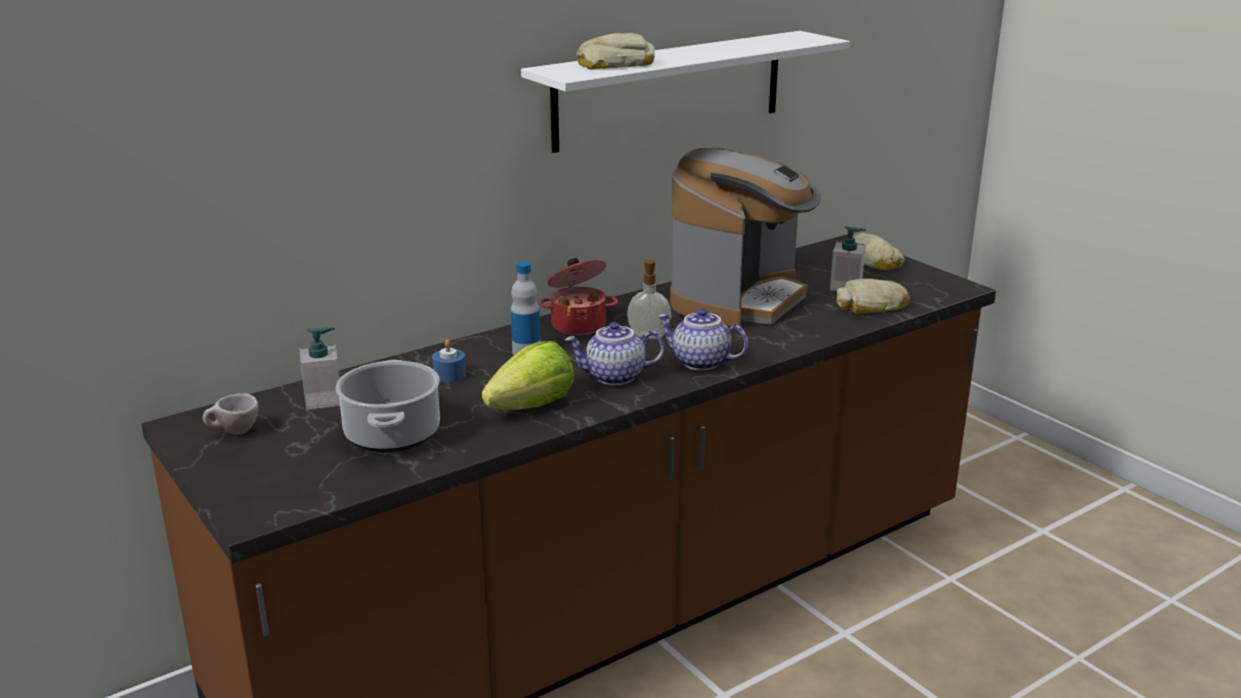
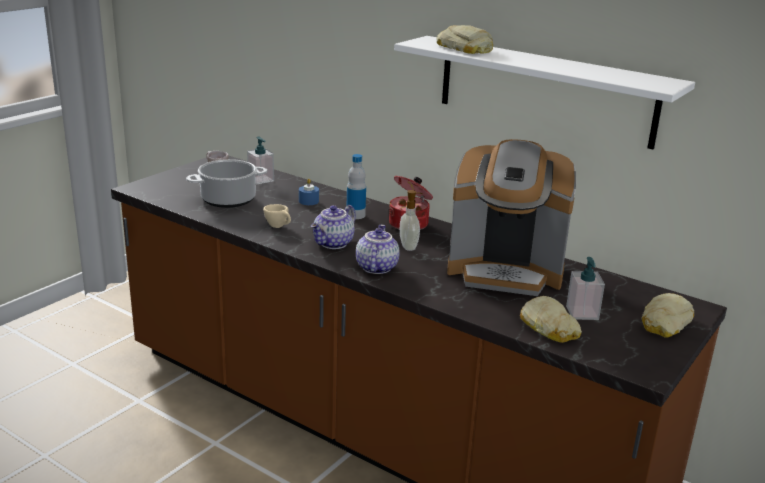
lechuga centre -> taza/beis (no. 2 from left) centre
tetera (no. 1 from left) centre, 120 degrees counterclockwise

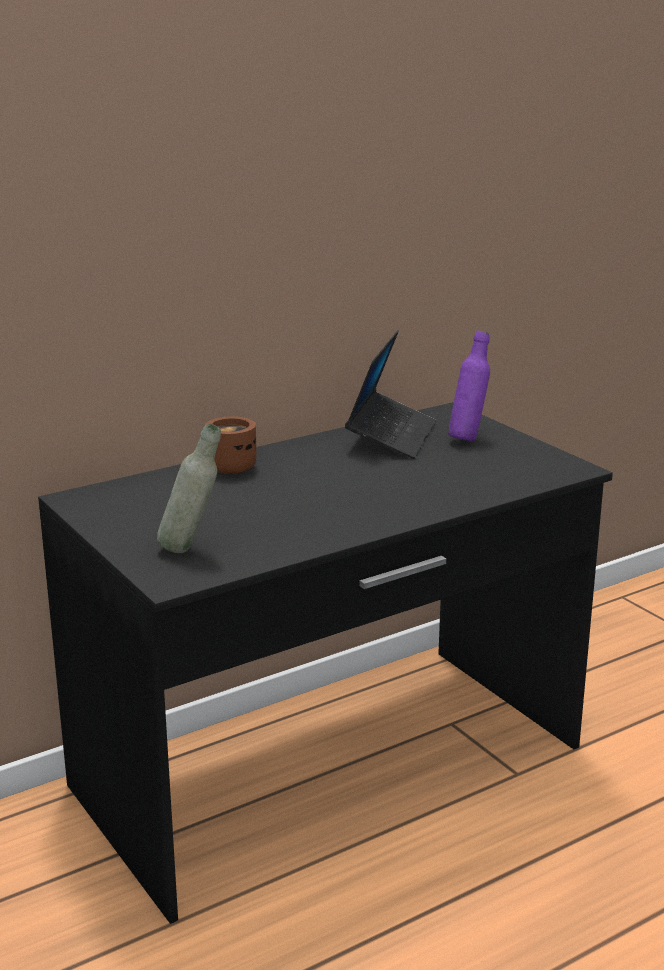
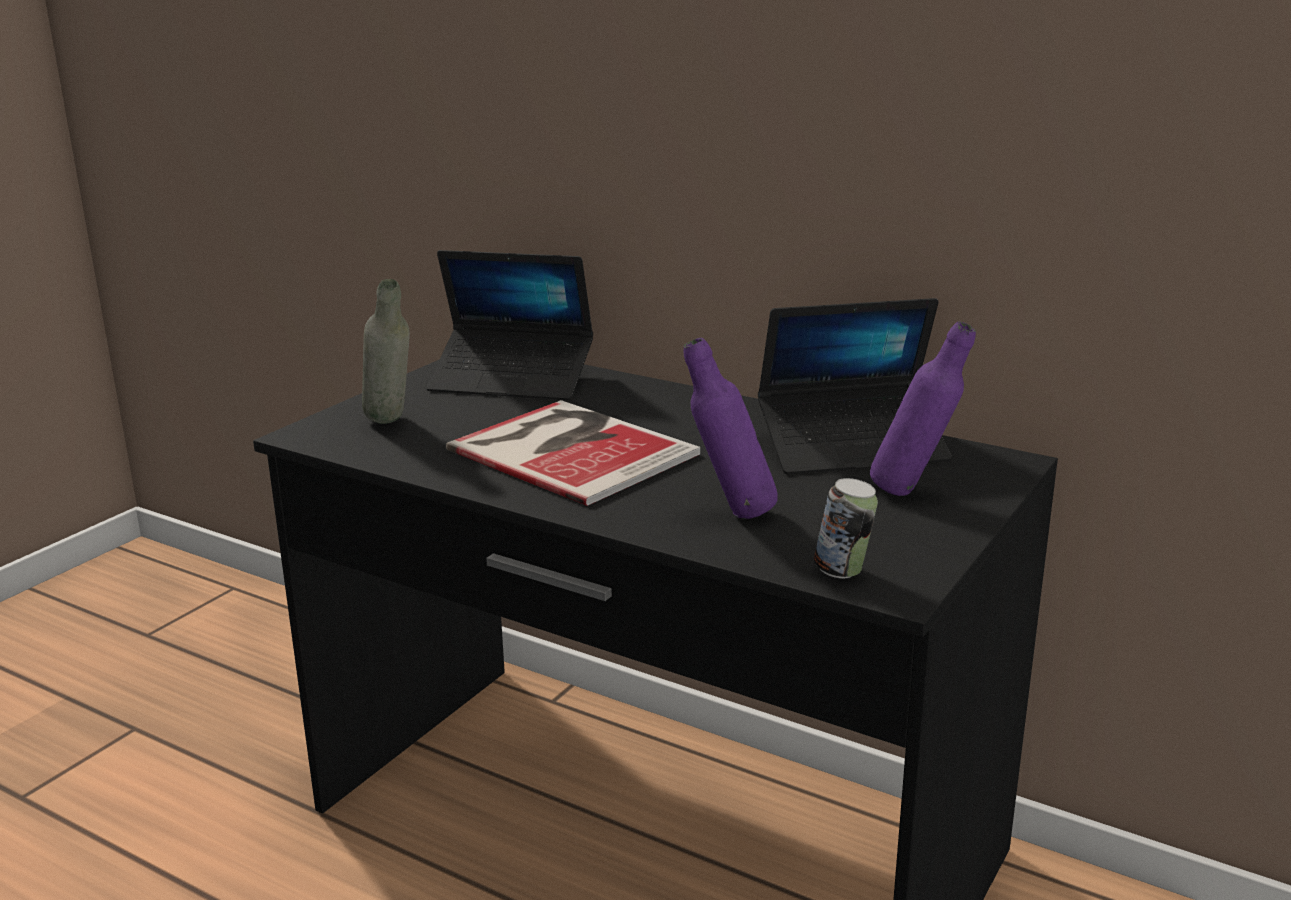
taza grande/marrón centre -> none
none -> portátil (no. 1 from left) centre
none -> libro centre
none -> botella/morado (no. 1 from left) centre
none -> lata centre

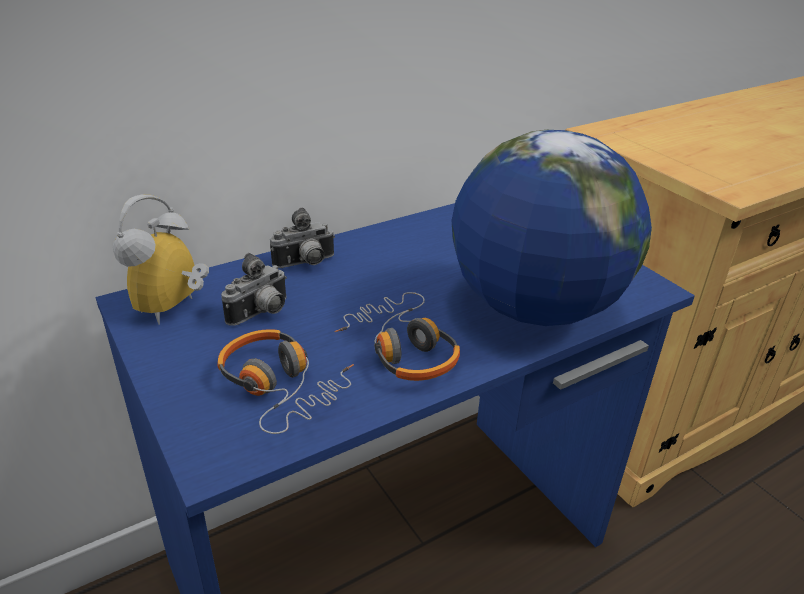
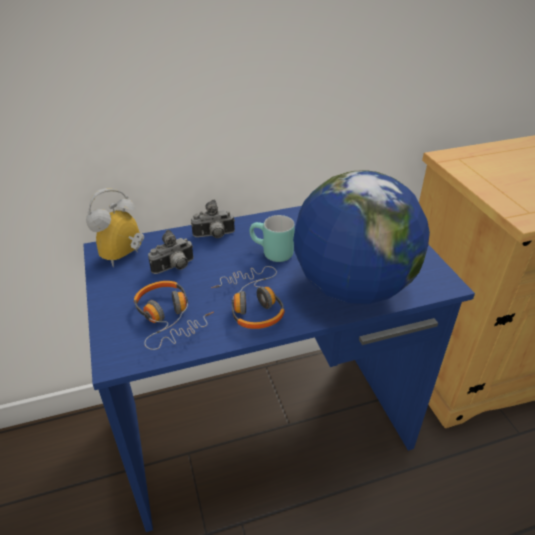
none -> taza grande/turquesa centre

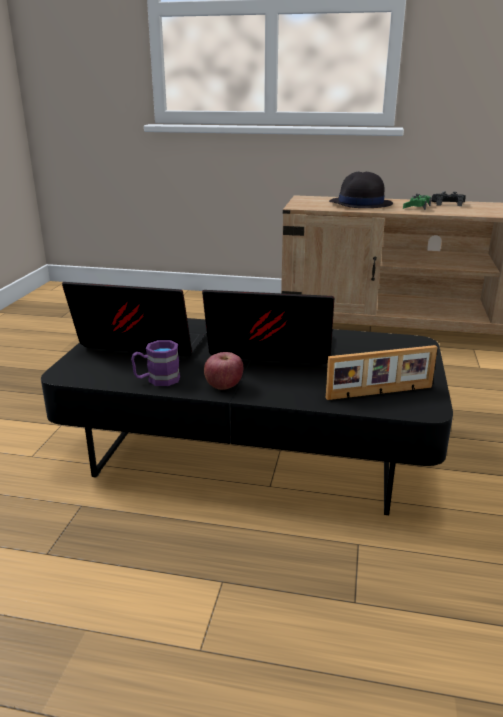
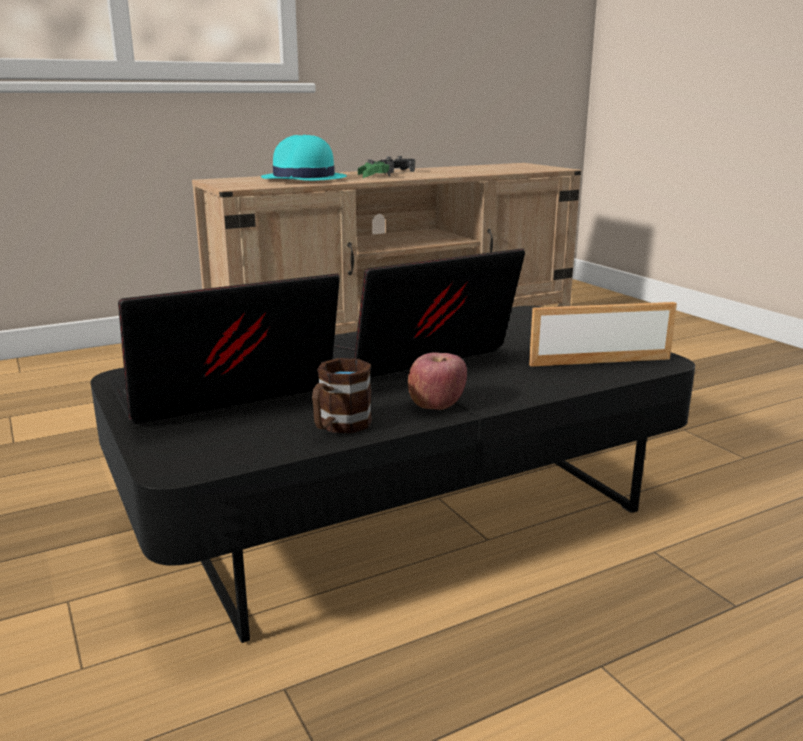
taza grande/morado middle left -> taza grande/marrón centre
portarretratos middle right, 135 degrees counterclockwise
sombrero/negro top right -> sombrero/turquesa top centre

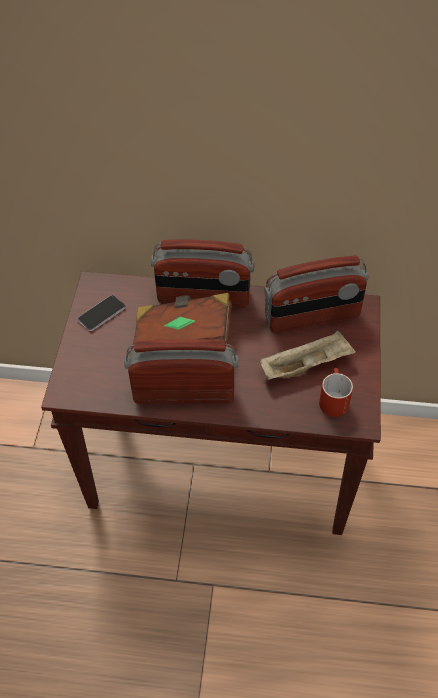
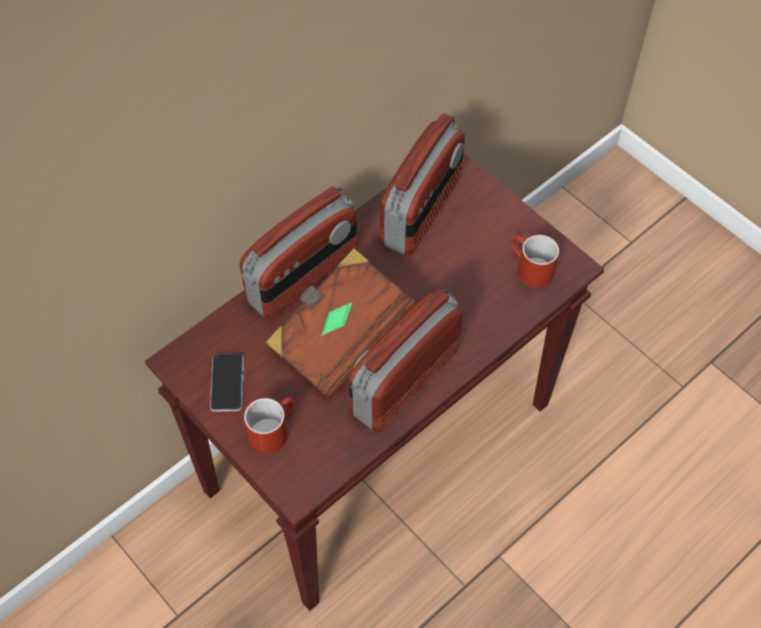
bandeja/beis middle right -> none
none -> taza grande/rojo (no. 1 from left) bottom centre

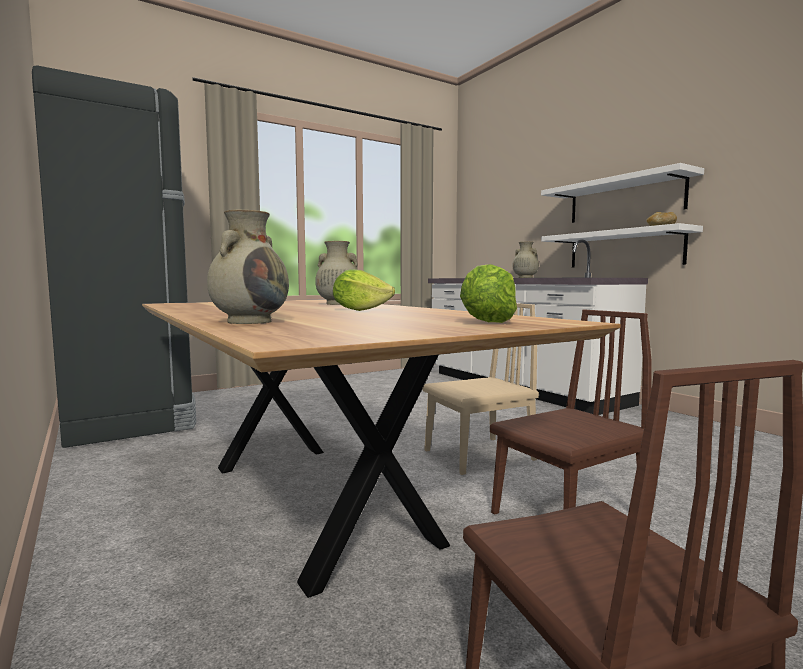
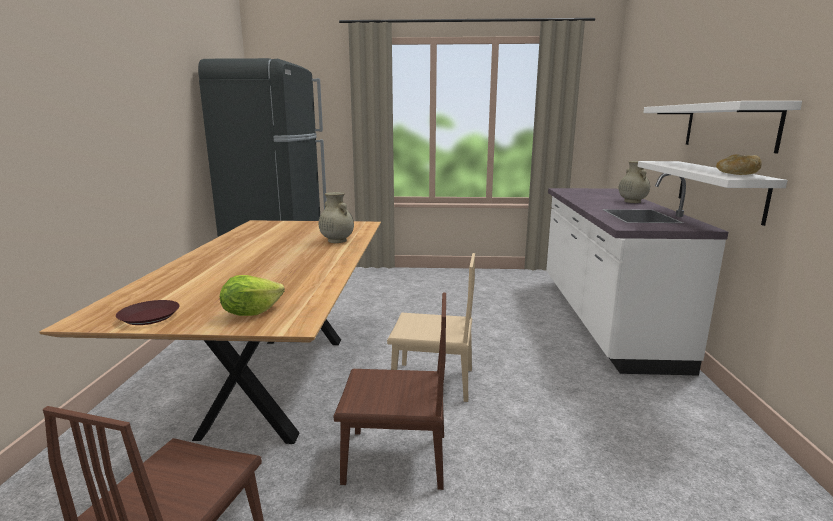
florero/beis (no. 1 from left) middle left -> none
lechuga (no. 1 from left) centre -> none
none -> plato/marrón middle left

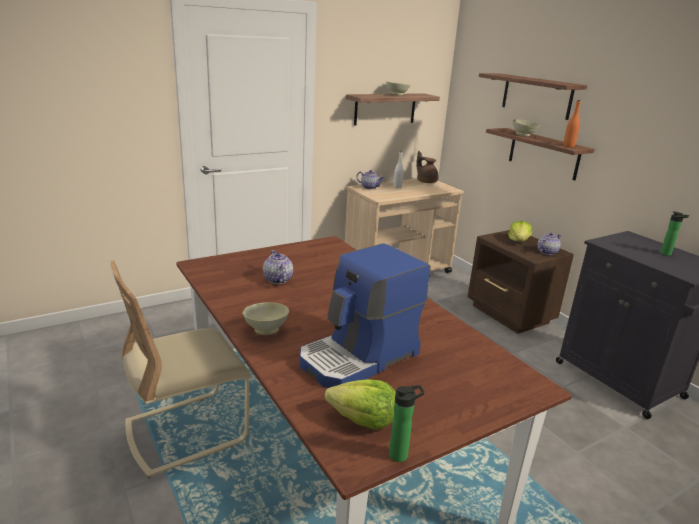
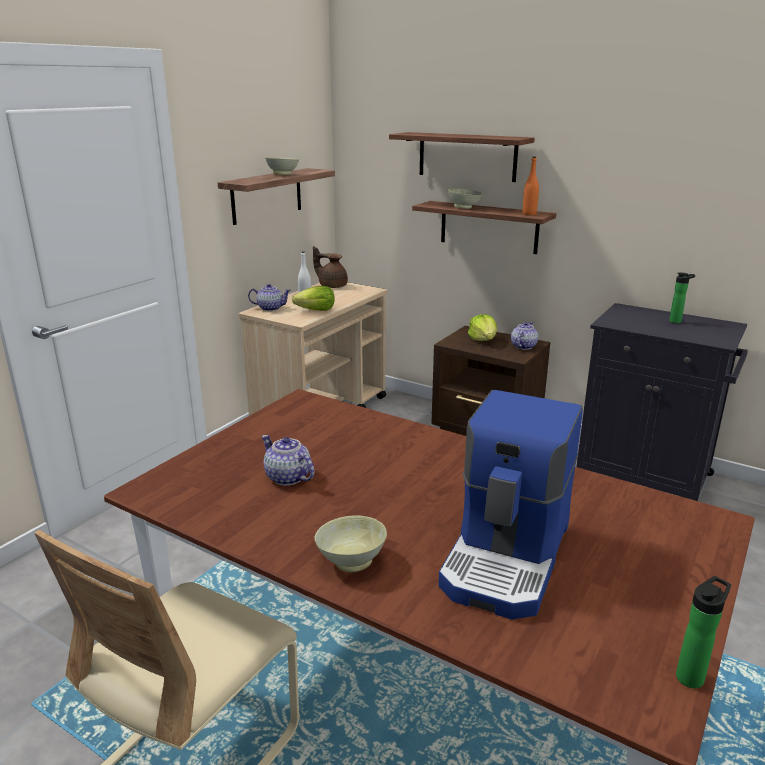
lechuga (no. 1 from left) bottom centre -> lechuga (no. 1 from left) centre, relocated

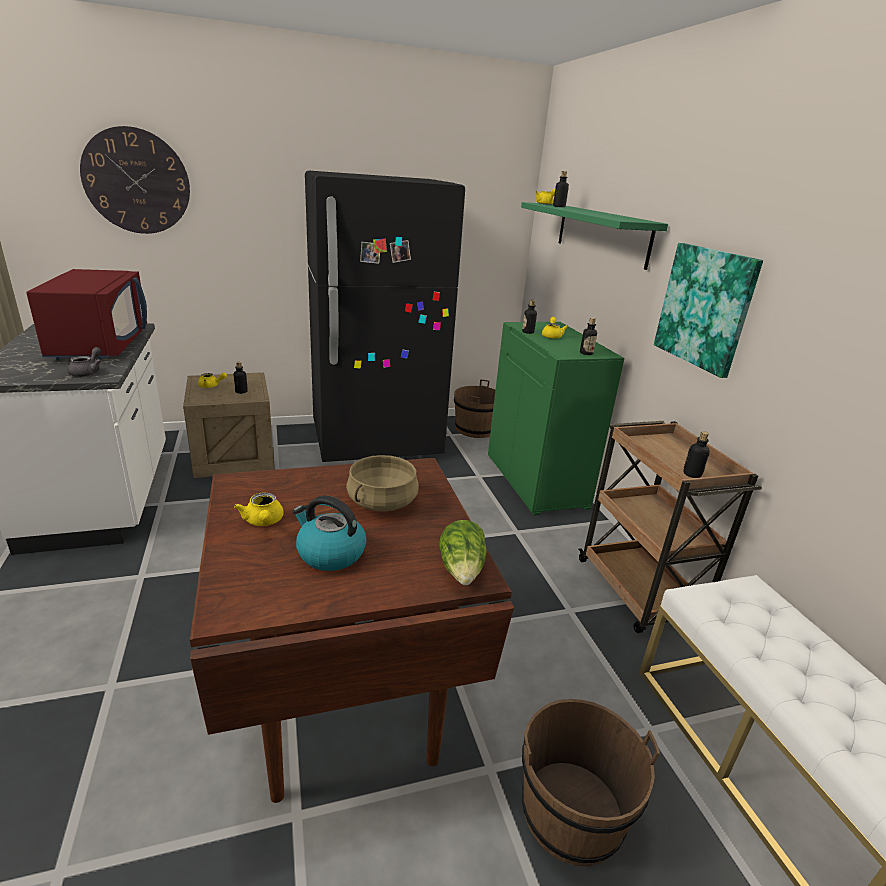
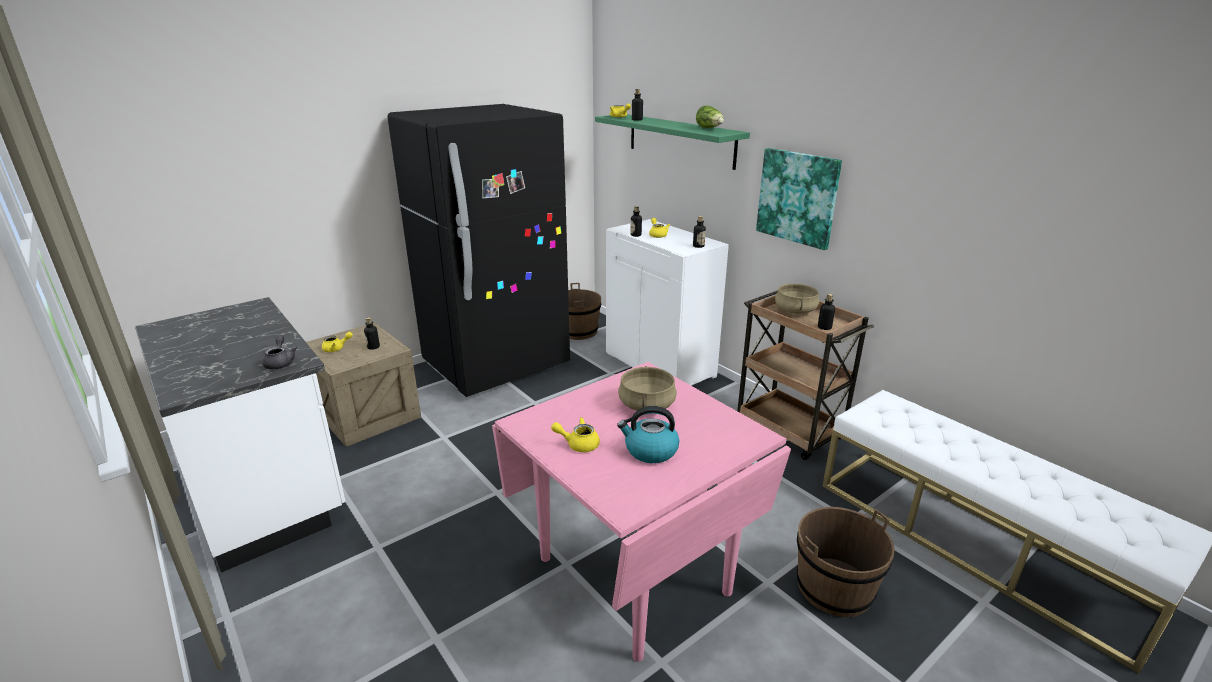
microondas/rojo middle left -> none
reloj de pared top left -> none
mesa de comedor/marrón bottom centre -> mesa de comedor/rosa bottom centre
tetera/amarillo (no. 2 from left) middle left -> tetera/amarillo (no. 2 from left) centre, 135 degrees clockwise
lechuga centre -> lechuga top centre, relocated
armario/verde centre -> armario/blanco centre
none -> olla/beis (no. 2 from left) centre

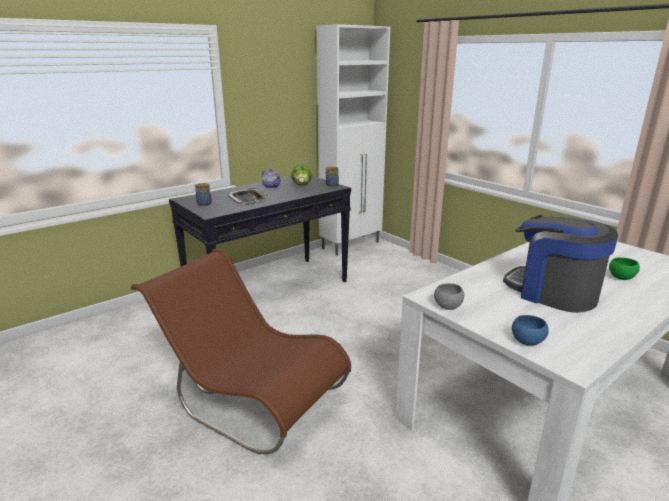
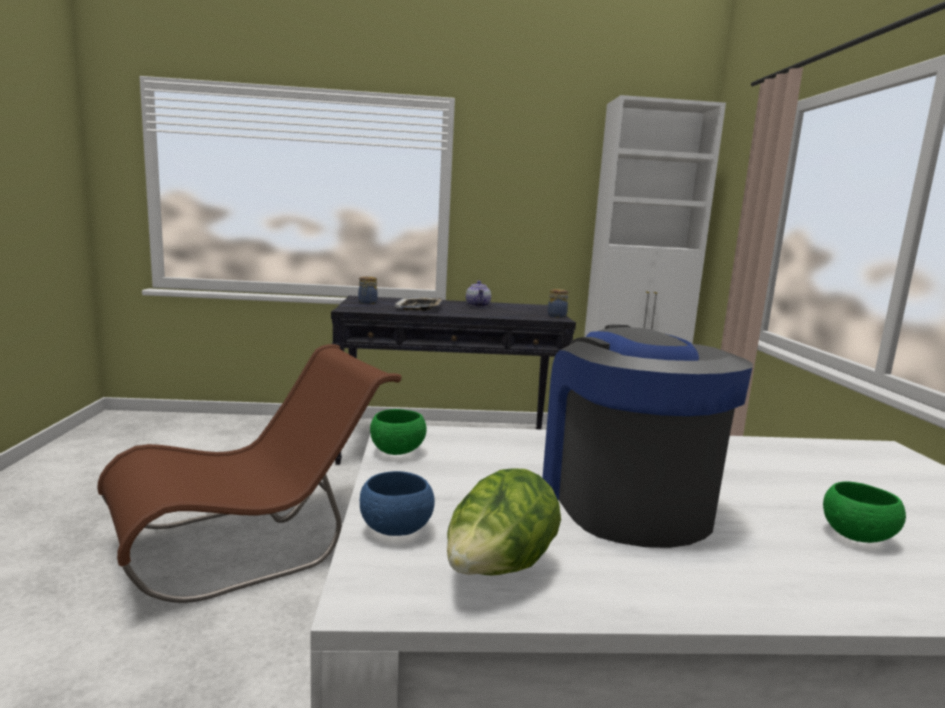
silla/marrón bottom centre -> silla/marrón bottom left, 75 degrees clockwise
lechuga centre -> lechuga bottom centre, relocated
cuenco/gris middle right -> cuenco/verde (no. 1 from left) centre

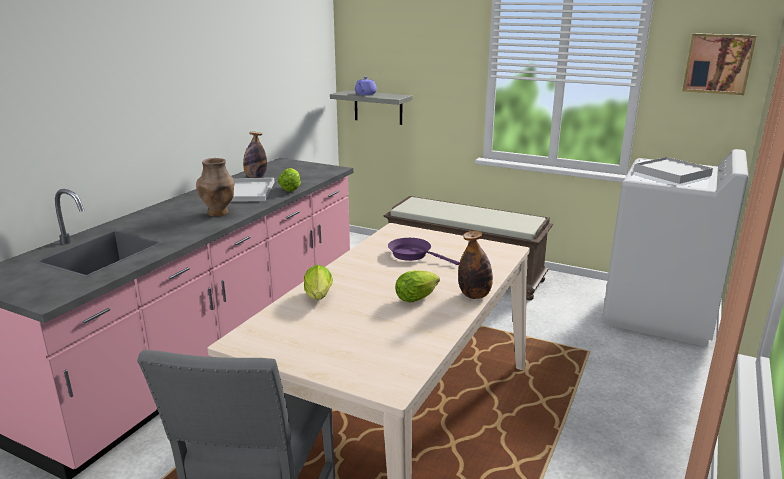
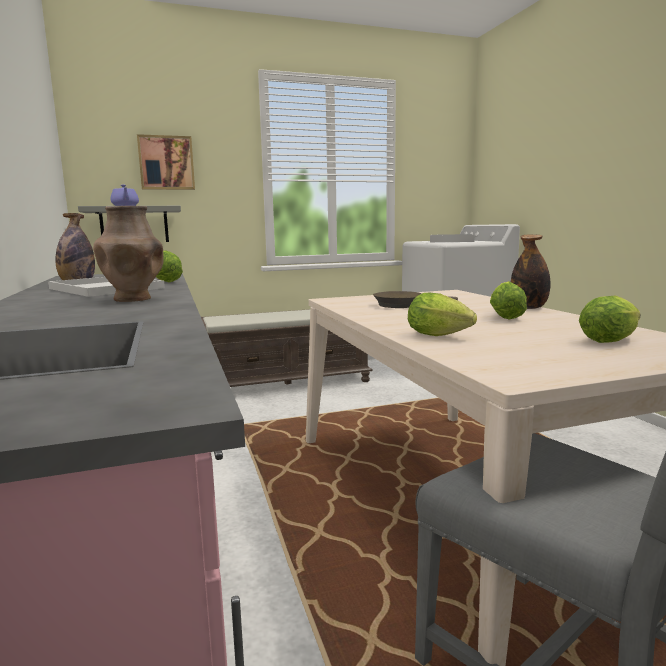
sartén/morado centre -> sartén/marrón centre
cuadro top right -> cuadro top left, relocated
none -> lechuga (no. 4 from left) middle right

